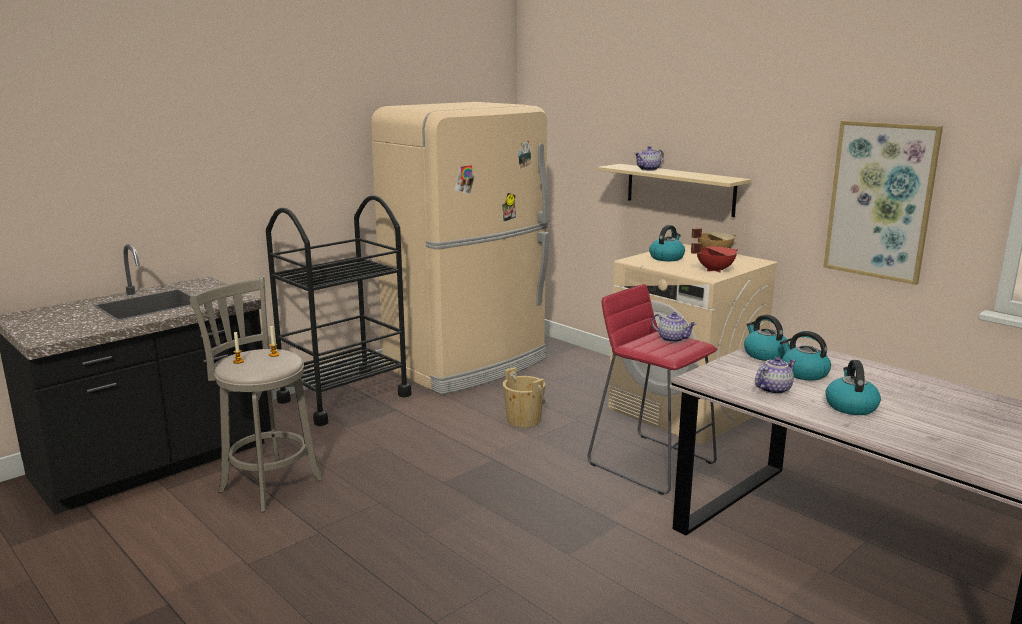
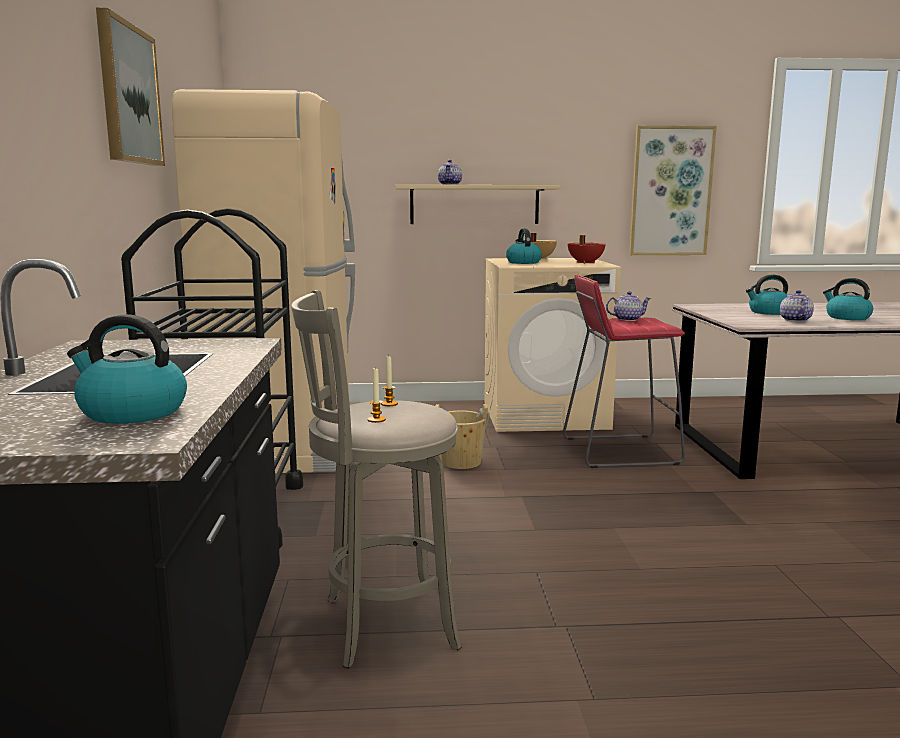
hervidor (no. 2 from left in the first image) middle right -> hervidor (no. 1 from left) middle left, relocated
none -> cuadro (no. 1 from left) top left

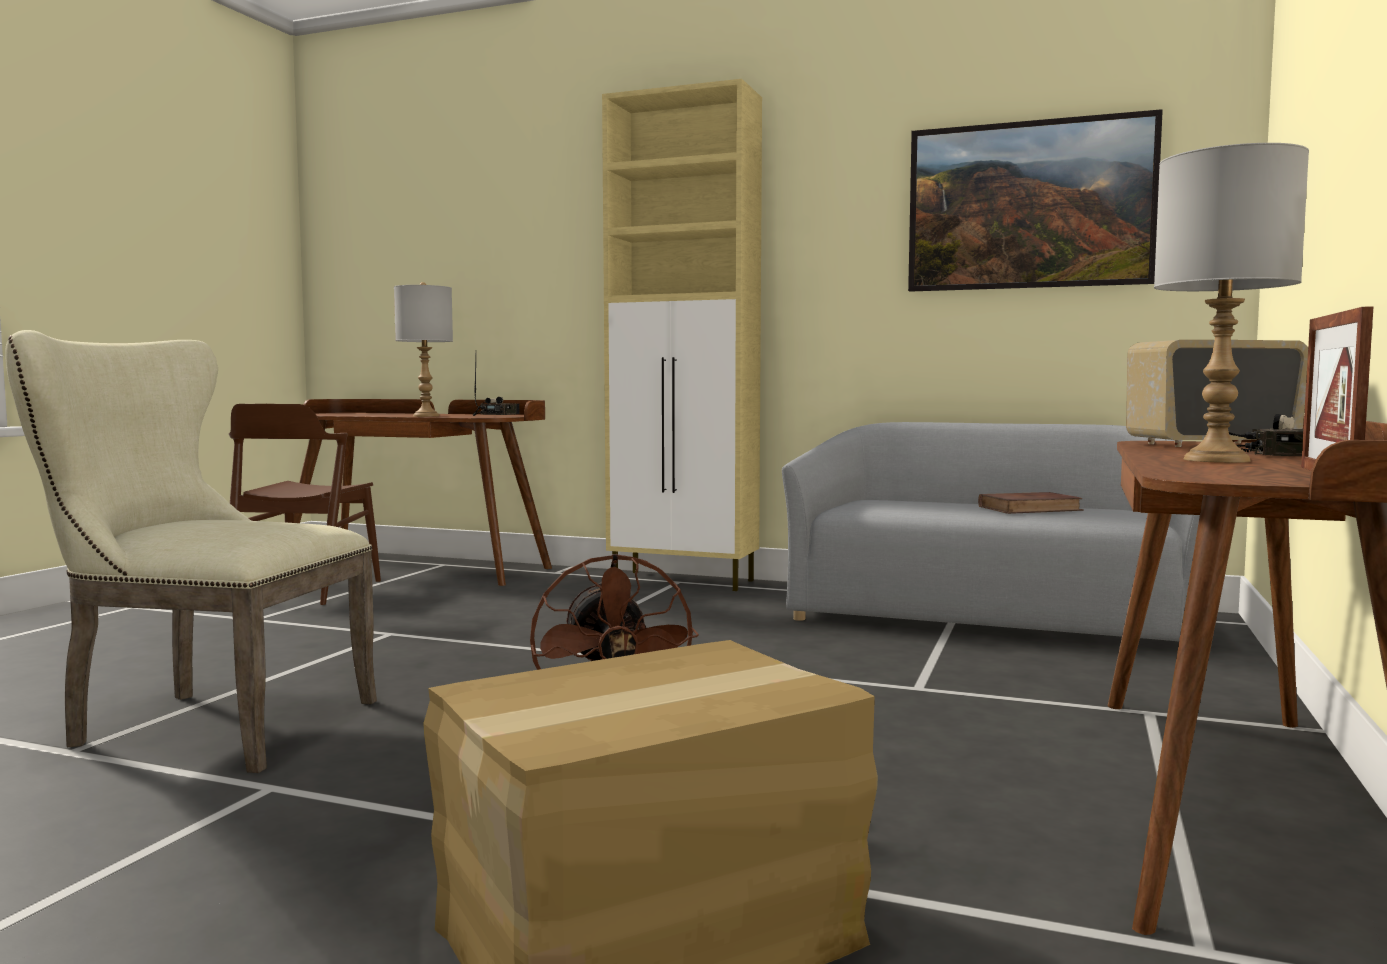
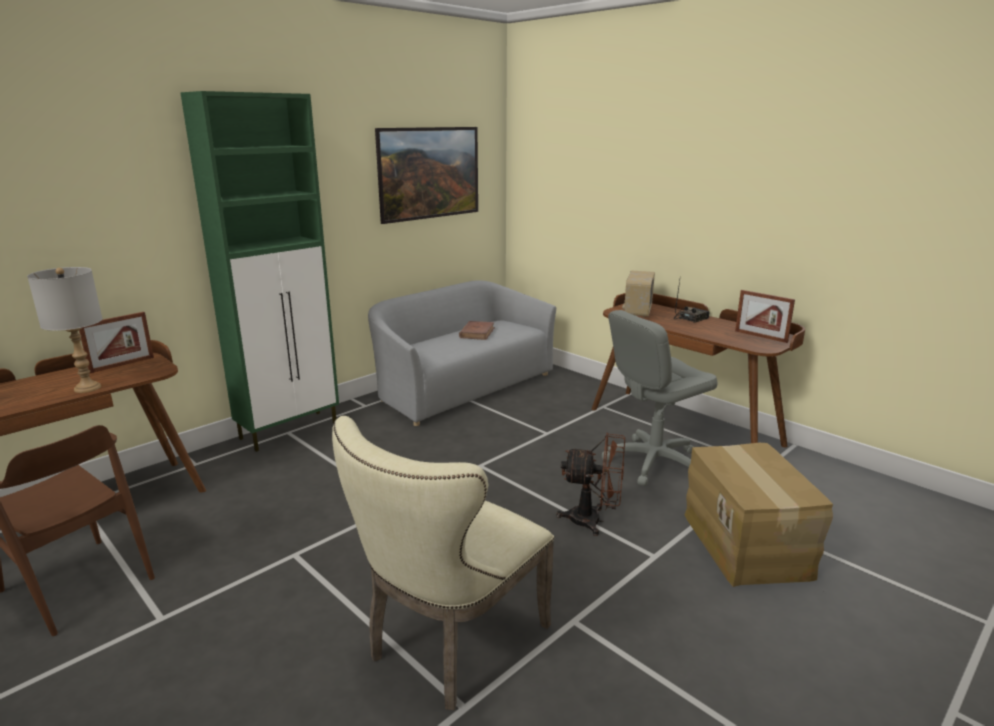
radio (no. 1 from left) centre -> portarretratos (no. 1 from left) middle left
armario/beis centre -> armario/verde middle left
lámpara de mesa/gris (no. 2 from left) top right -> none
none -> silla de oficina/gris centre

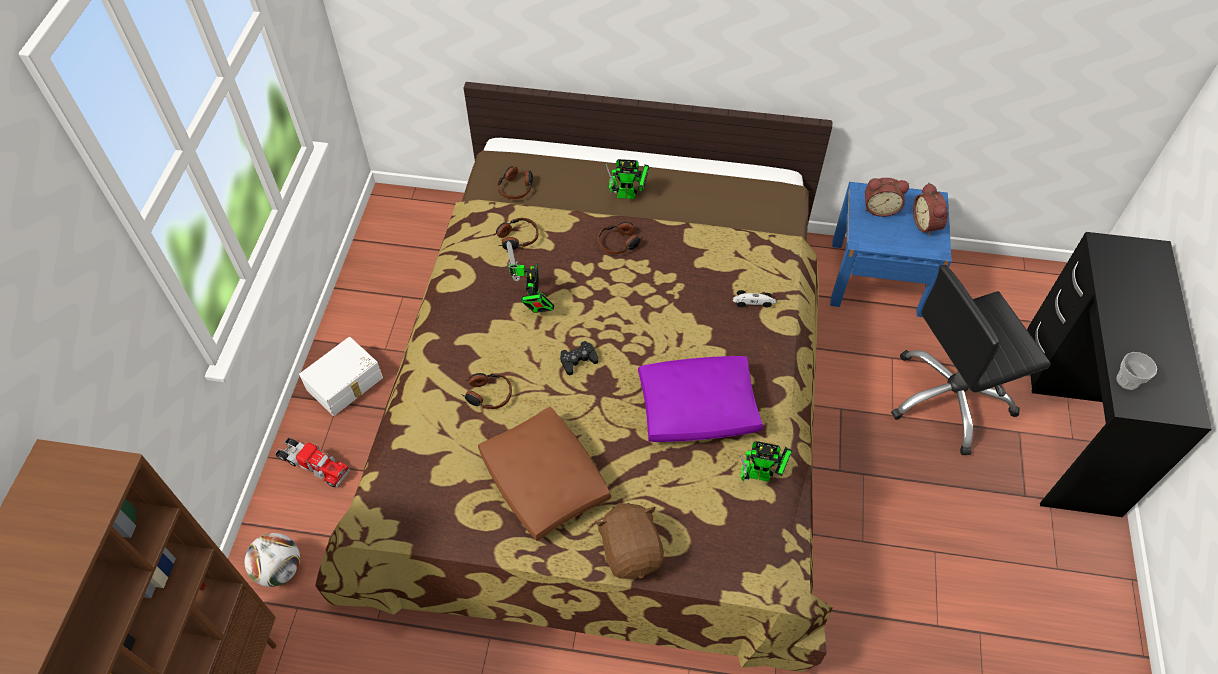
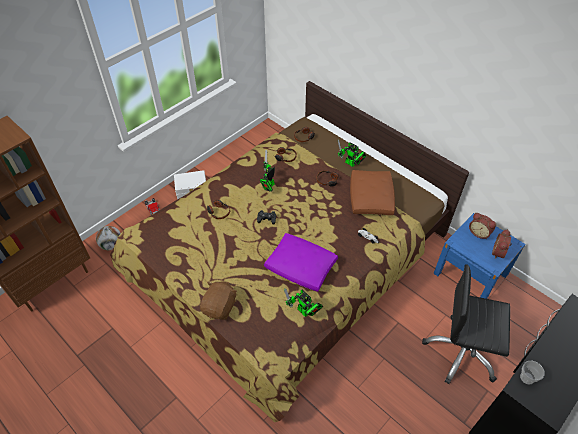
cojín/marrón bottom centre -> cojín/marrón centre, relocated

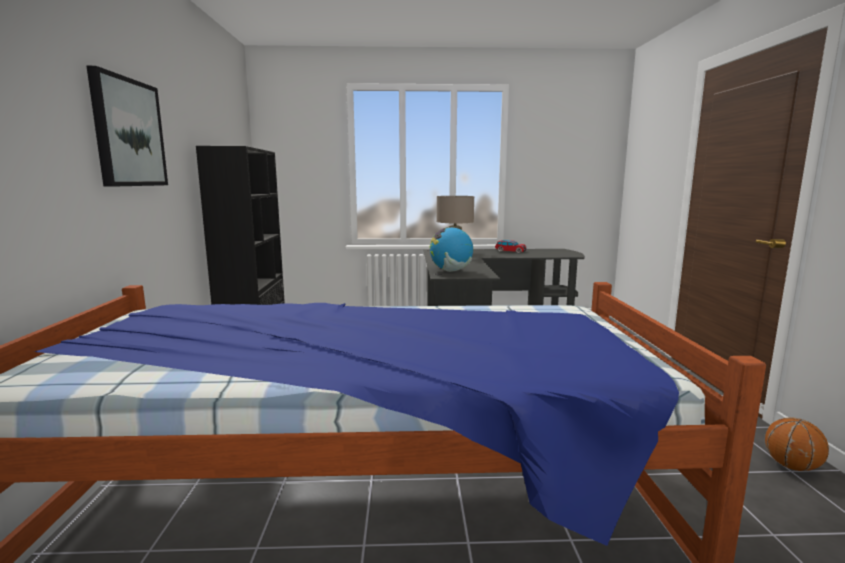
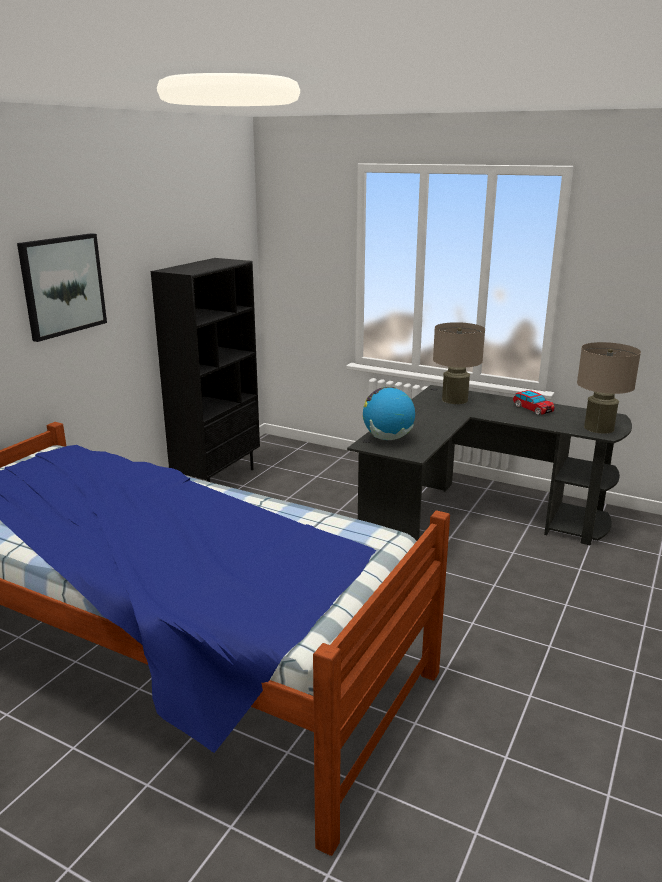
balón de baloncesto bottom right -> none
none -> lámpara de mesa/beis (no. 2 from left) middle right

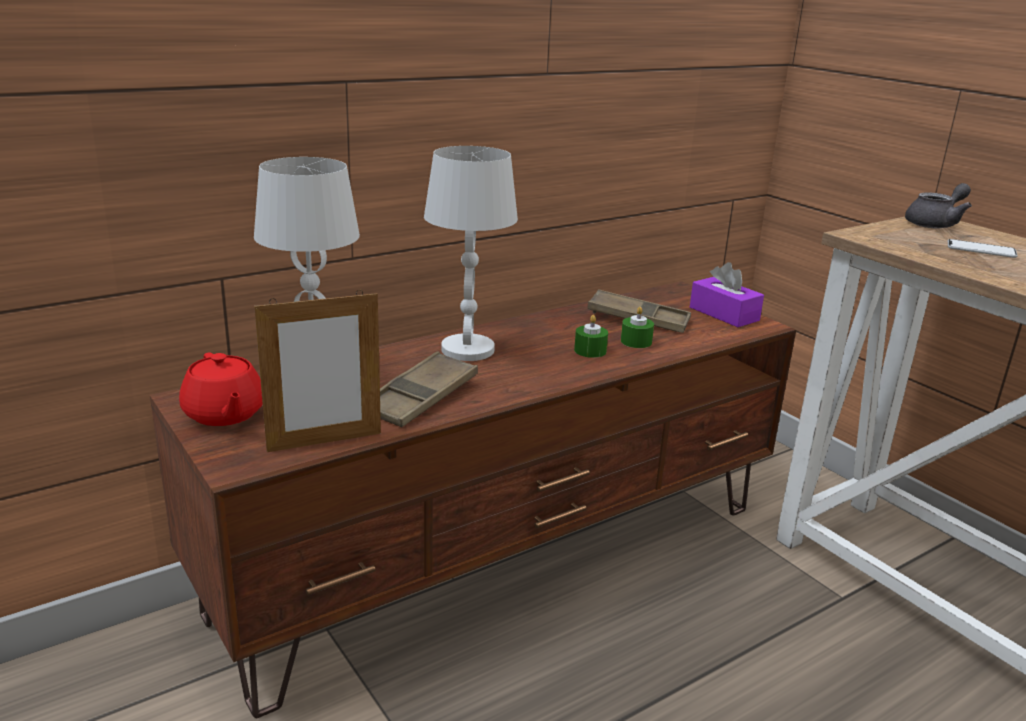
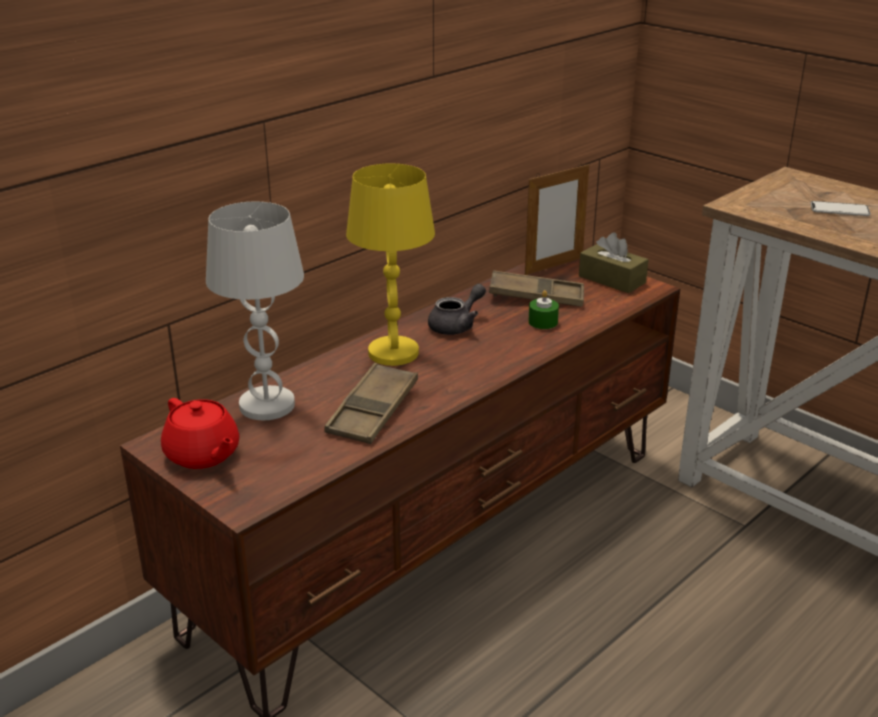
portarretratos middle left -> portarretratos top centre, relocated
lámpara de mesa/blanco (no. 2 from left) centre -> lámpara de mesa/amarillo centre
vela/verde (no. 1 from left) centre -> none
caja de pañuelos/morado middle right -> caja de pañuelos/marrón middle right
tetera/gris top right -> tetera/gris centre, relocated

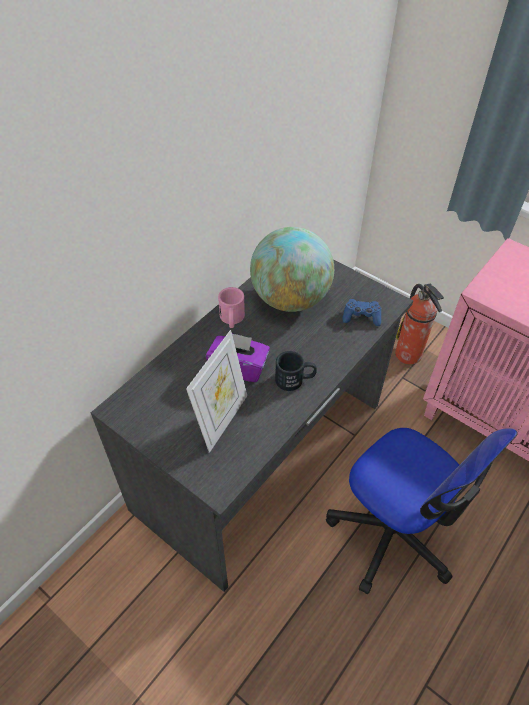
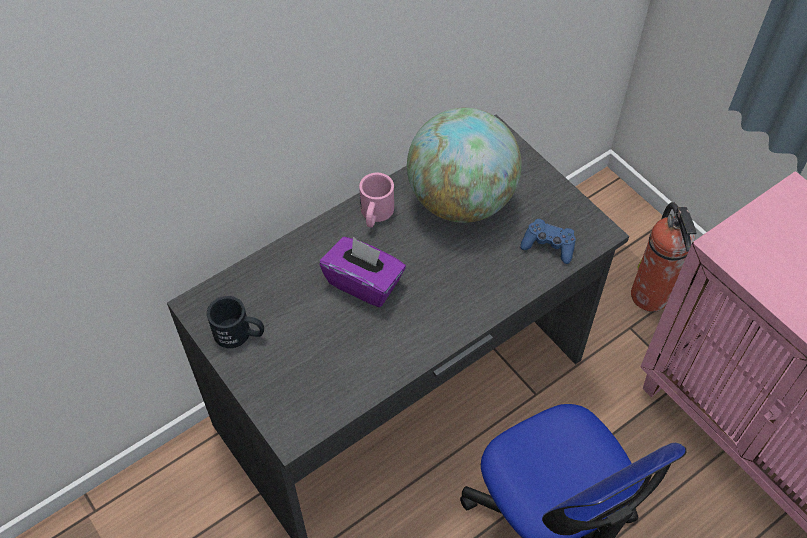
portarretratos centre -> none
taza grande/negro centre -> taza grande/negro middle left, relocated

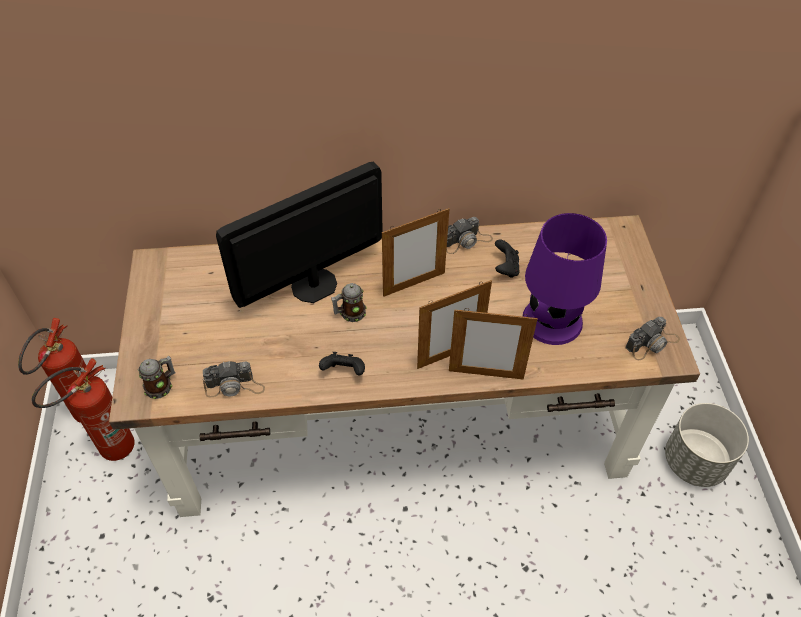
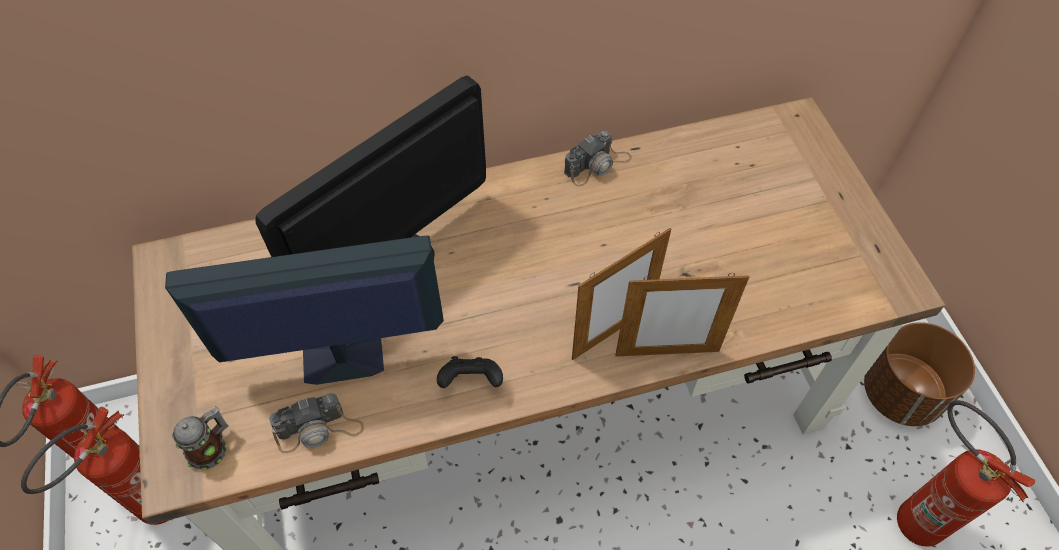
taza grande (no. 2 from left) centre -> none
portarretratos (no. 1 from left) centre -> none
mando de consola/negro (no. 2 from left) centre -> none
lámpara de mesa/morado middle right -> none
cámara (no. 3 from left) middle right -> none
maceta/gris bottom right -> maceta/marrón bottom right
none -> monitor (no. 1 from left) middle left
none -> extintor (no. 3 from left) bottom right

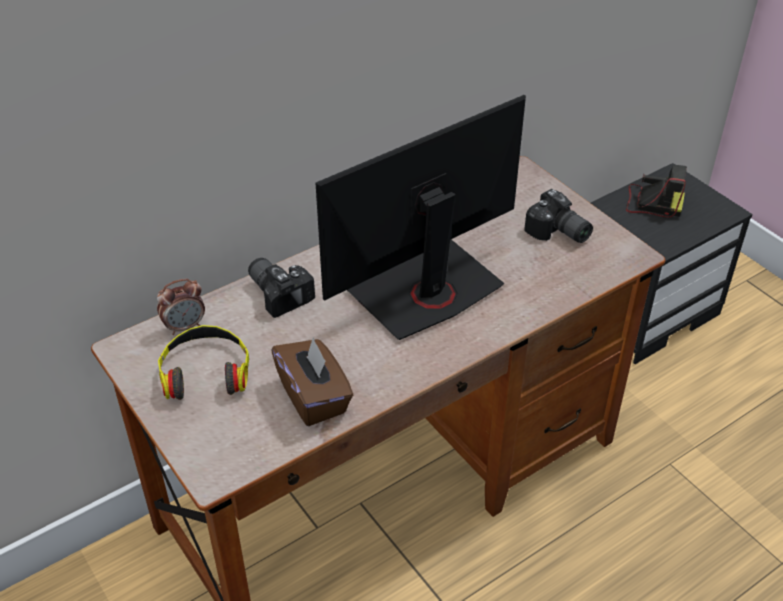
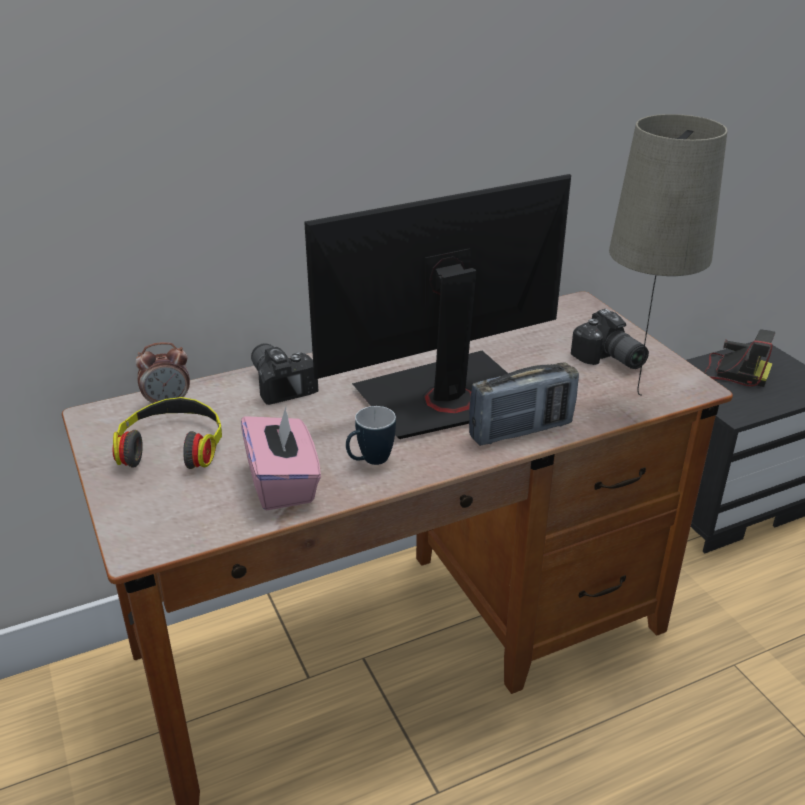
caja de pañuelos/marrón centre -> caja de pañuelos/rosa centre
none -> taza grande centre
none -> radio centre
none -> lámpara de mesa/beis top right

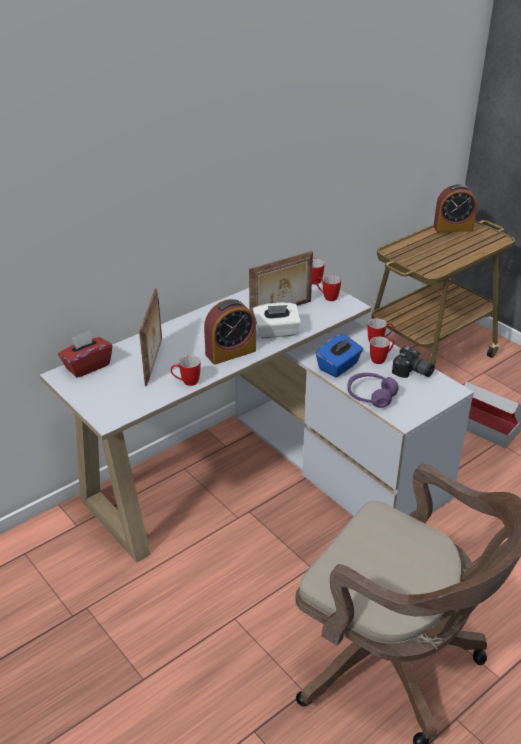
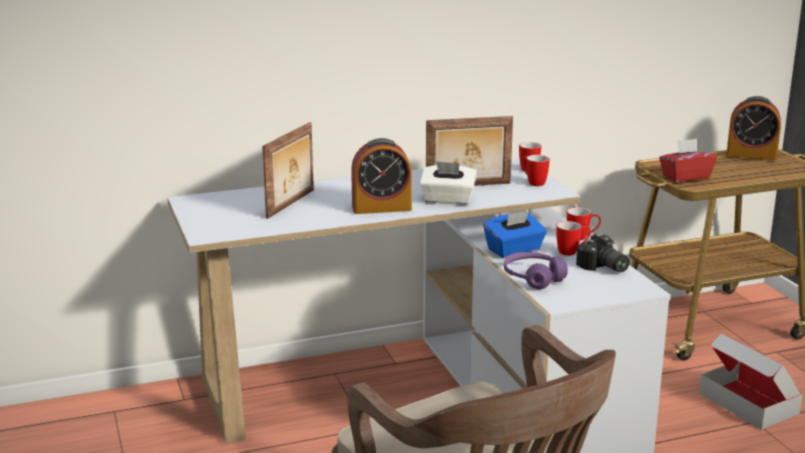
caja de pañuelos/rojo middle left -> caja de pañuelos/rojo middle right, relocated
taza grande (no. 1 from left) centre -> none

